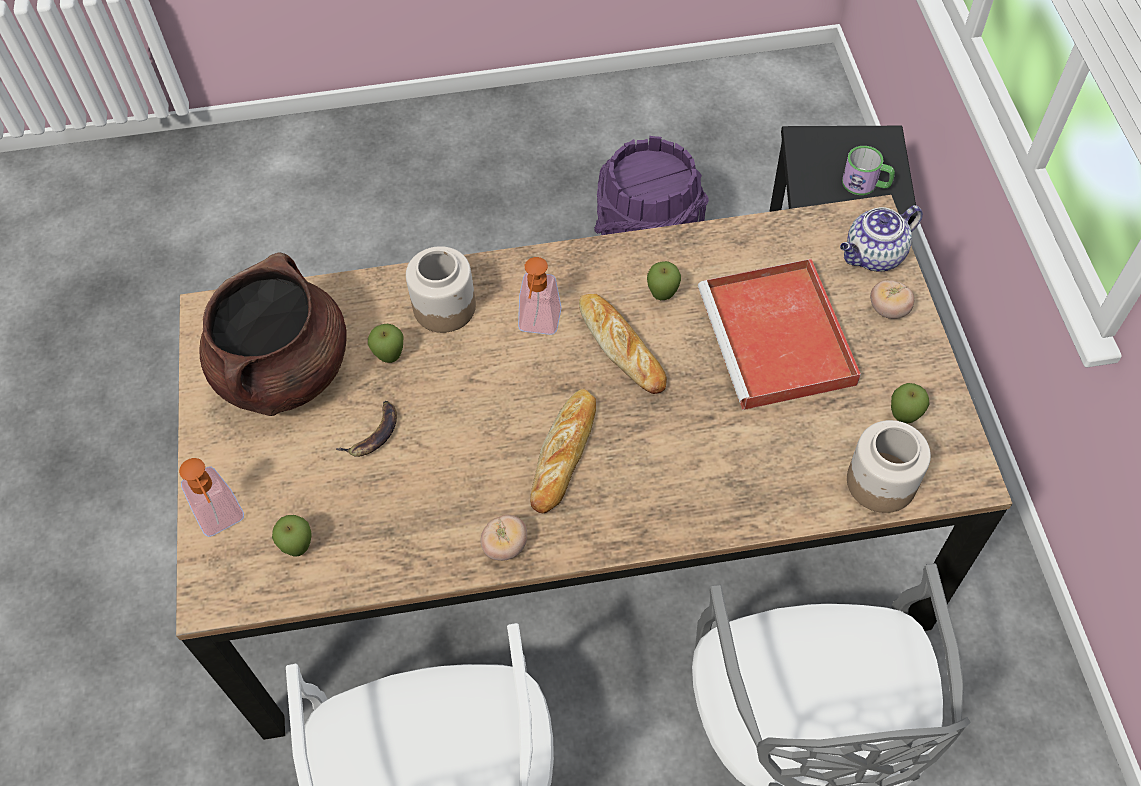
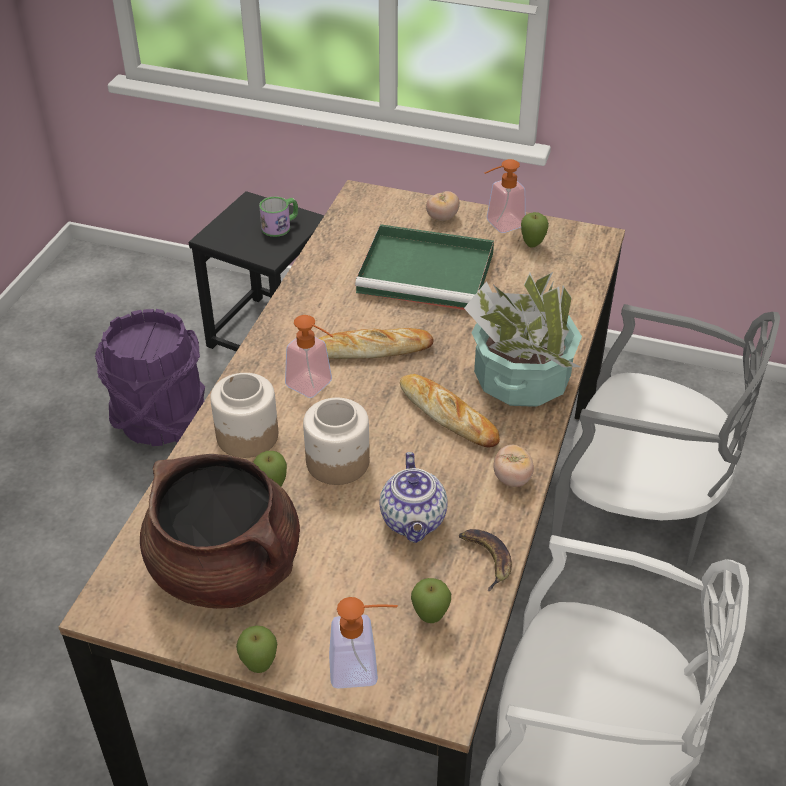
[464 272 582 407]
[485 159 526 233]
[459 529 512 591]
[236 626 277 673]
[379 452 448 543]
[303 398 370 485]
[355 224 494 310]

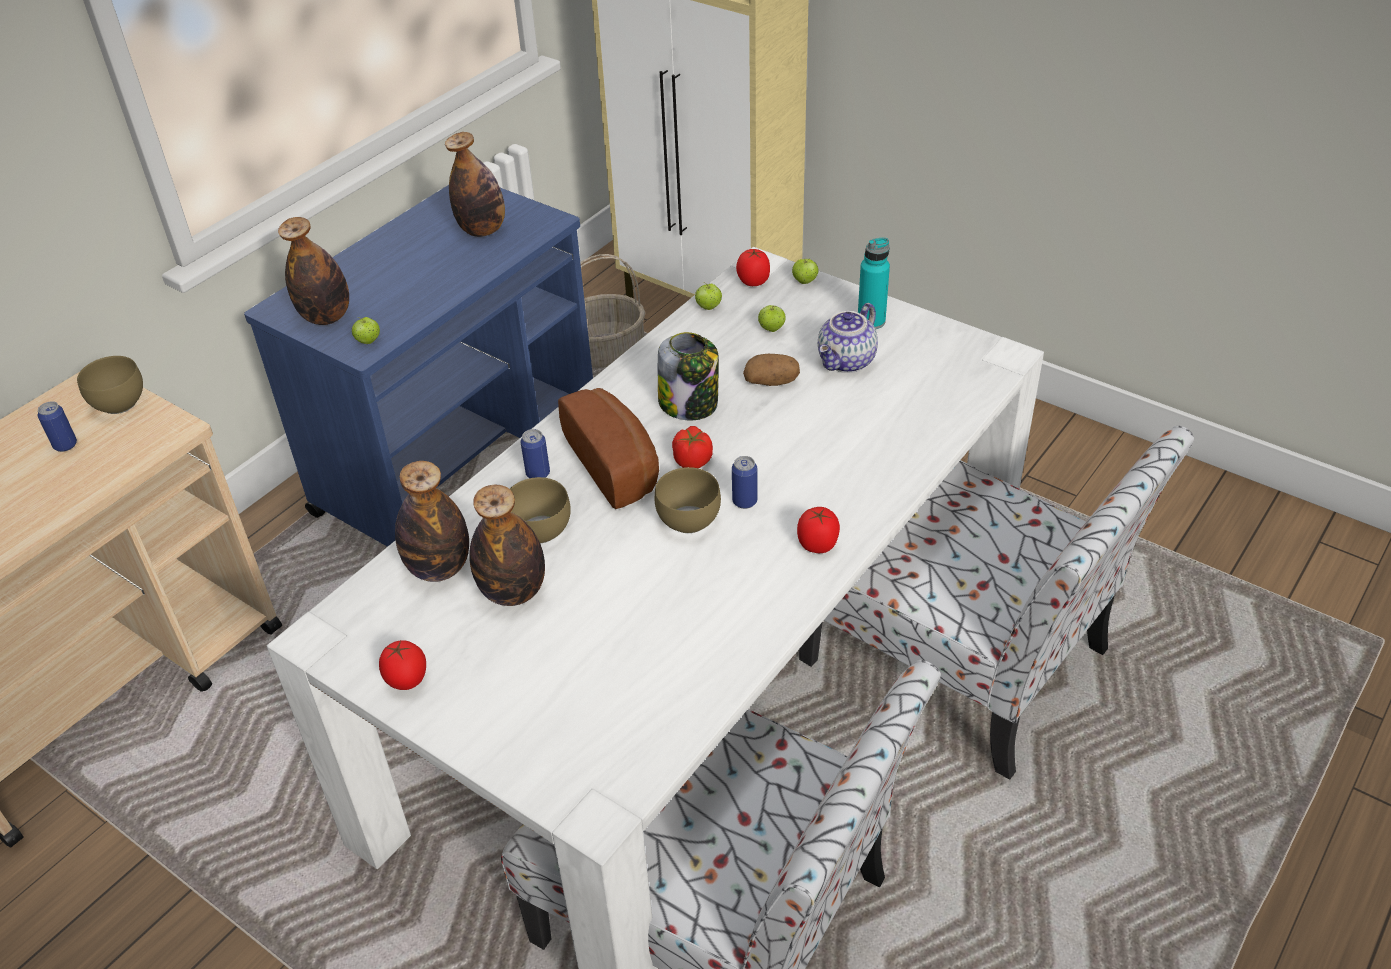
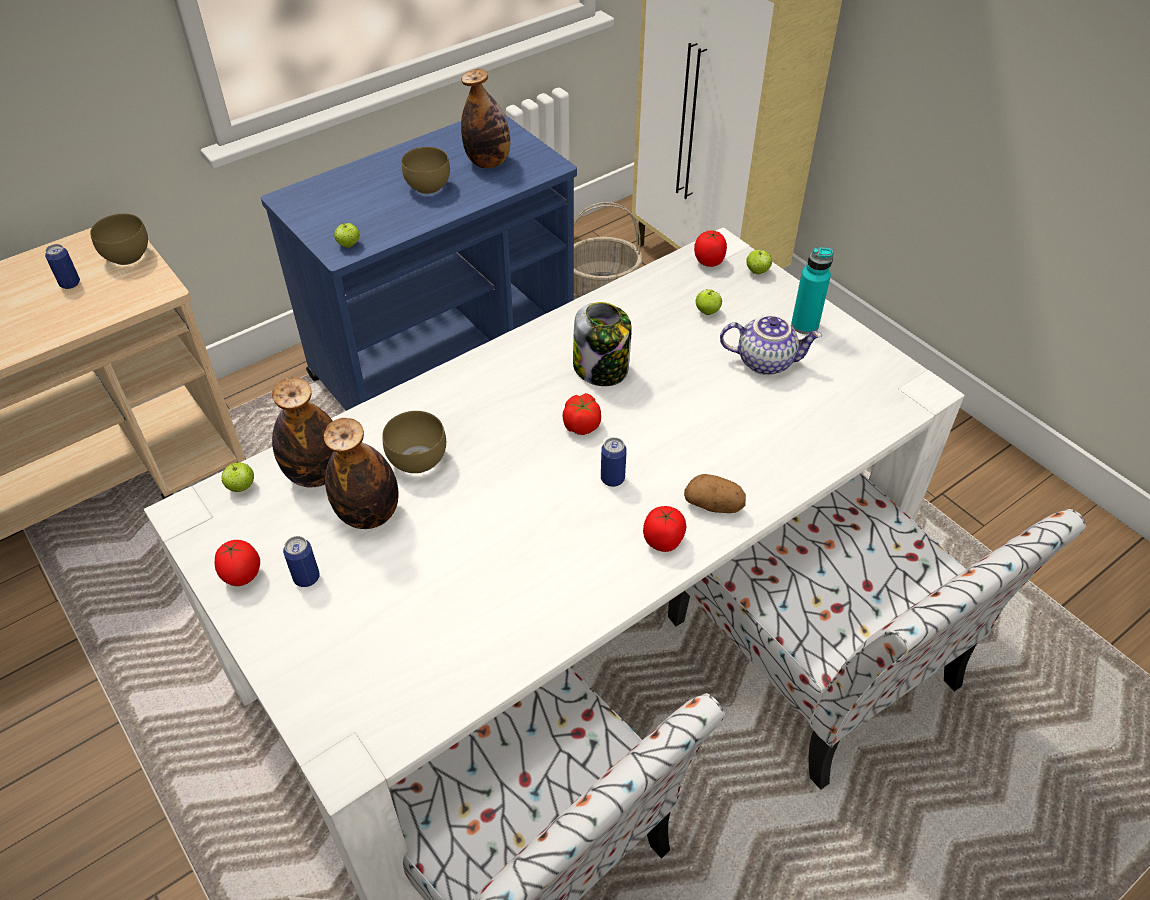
[278 217 349 325] (first image)
[558 388 659 509] (first image)
[283 536 320 587]
[402 147 450 194]
[221 462 254 492]
[684 474 746 513]
[720 315 822 375]

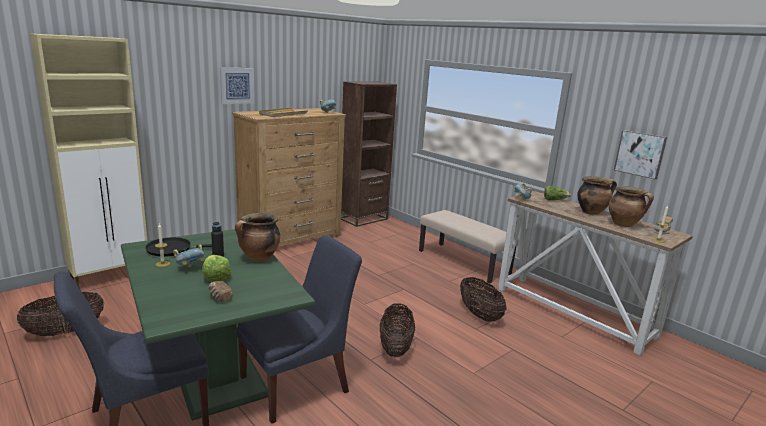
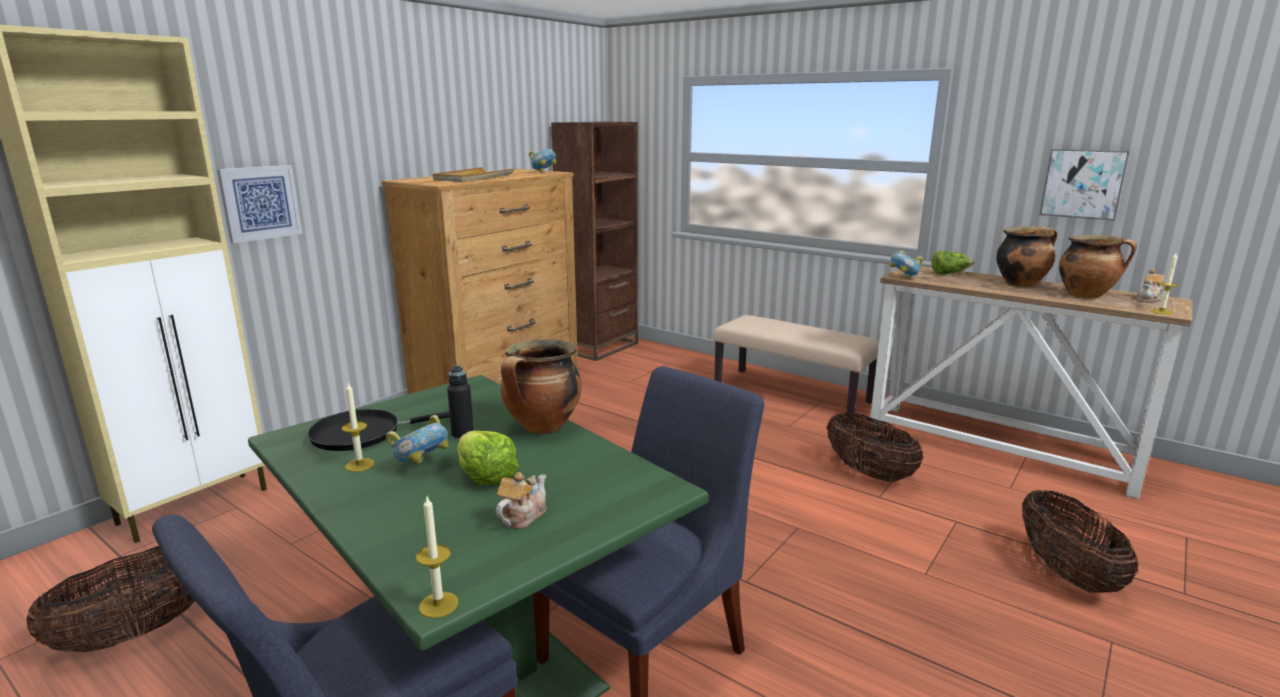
[416 497 458 618]
[217 165 302 243]
[1022 489 1138 593]
[496 472 547 529]

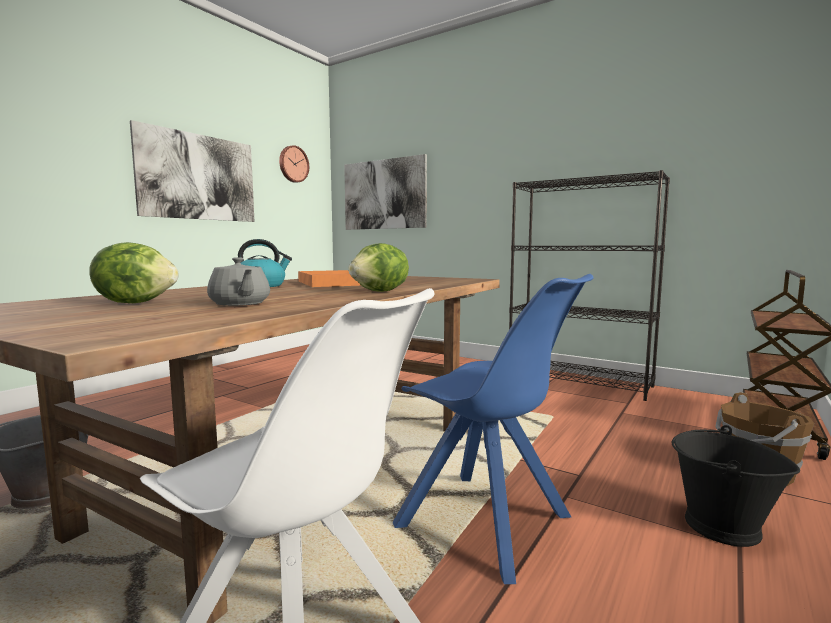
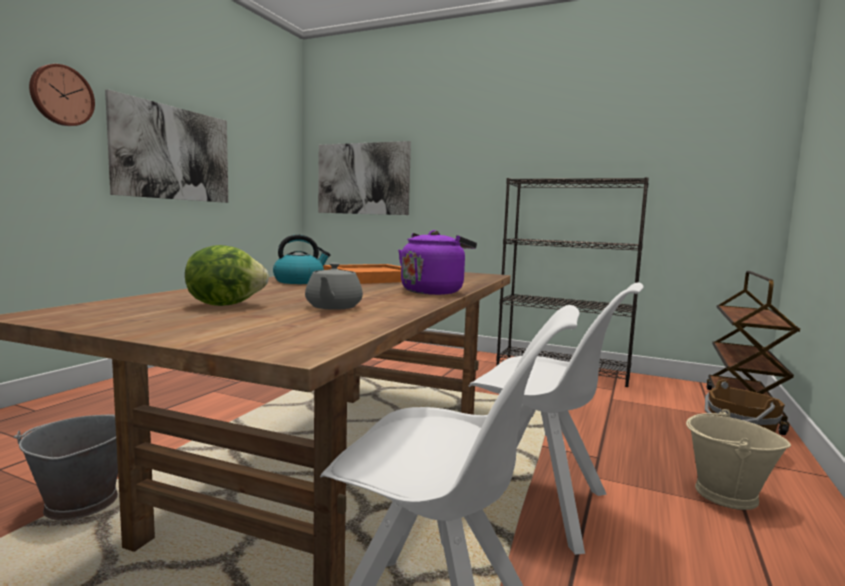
[29 64 95 126]
[398 230 477 295]
[469 282 644 555]
[686 409 791 510]
[305 263 363 310]

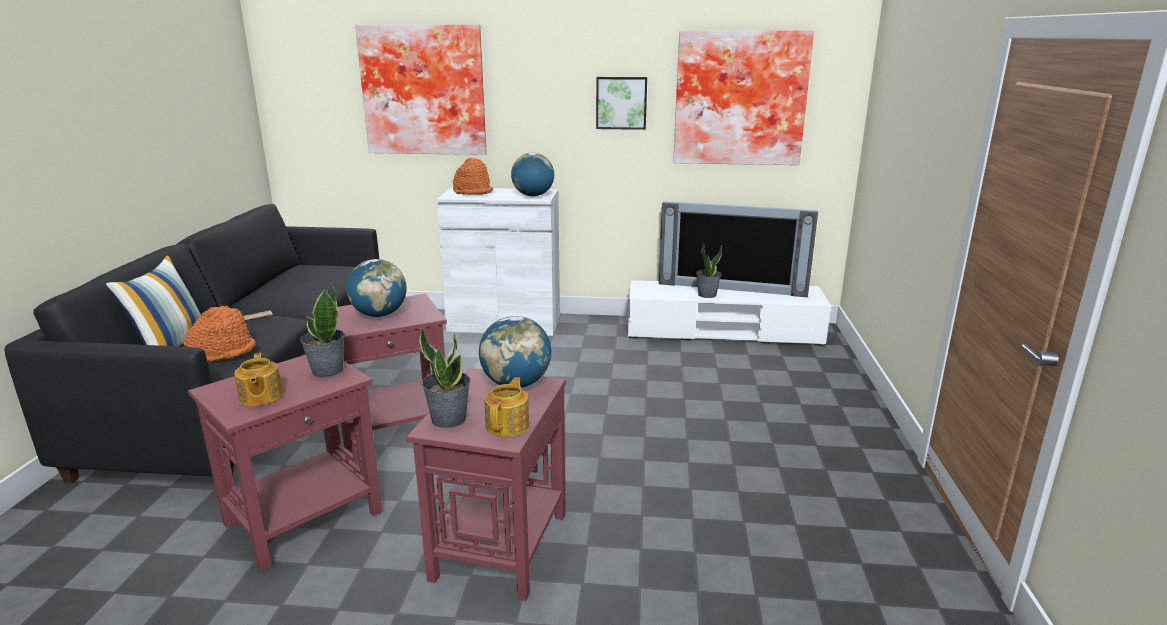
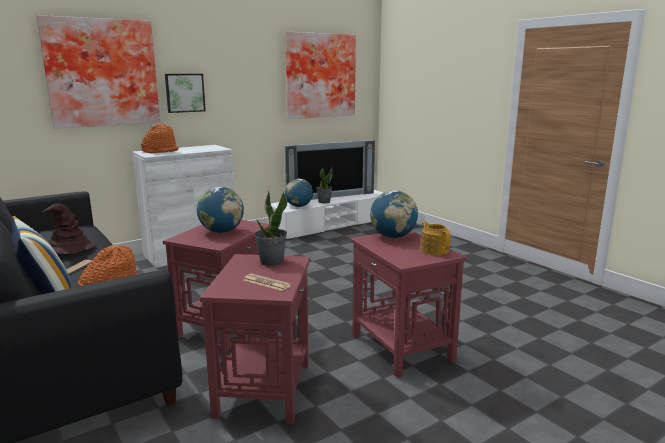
[419 327 470 428] (first image)
[42 203 97 254]
[285 179 313 207]
[165 74 206 113]
[243 274 292 291]

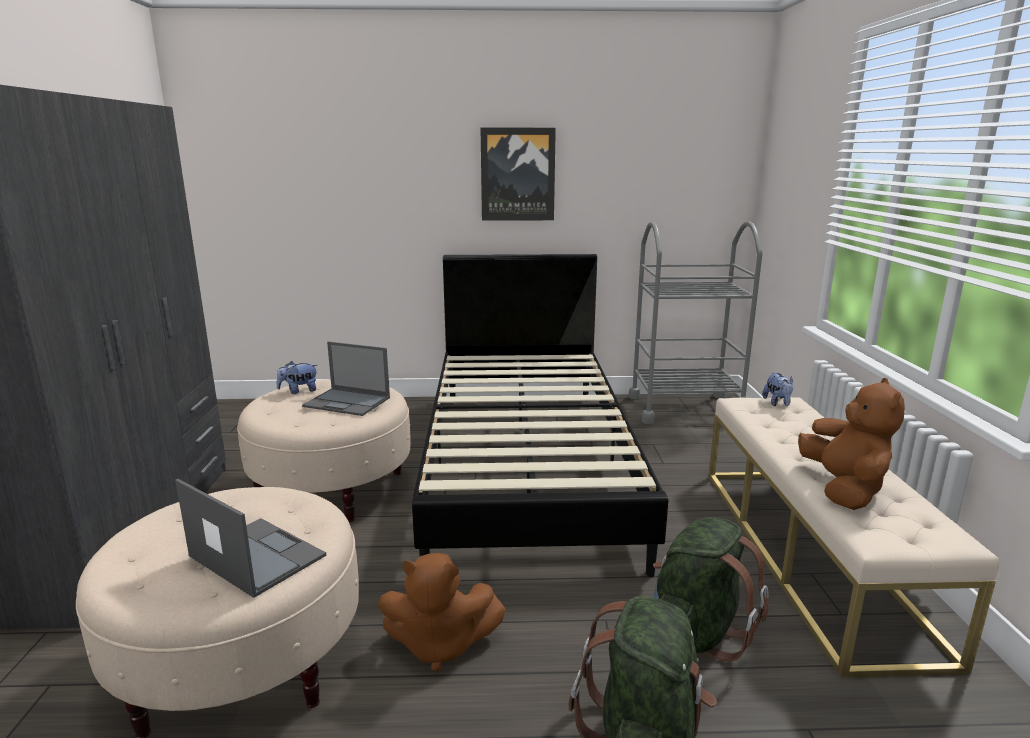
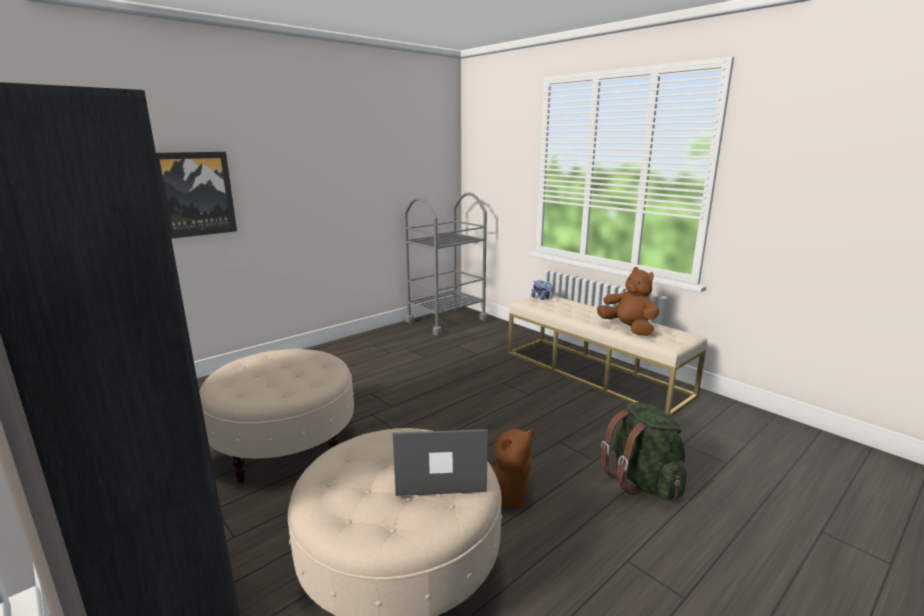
[277 361 317 394] (first image)
[302 341 390 416] (first image)
[412 254 668 577] (first image)
[653 517 769 662] (first image)
[156 152 237 239]

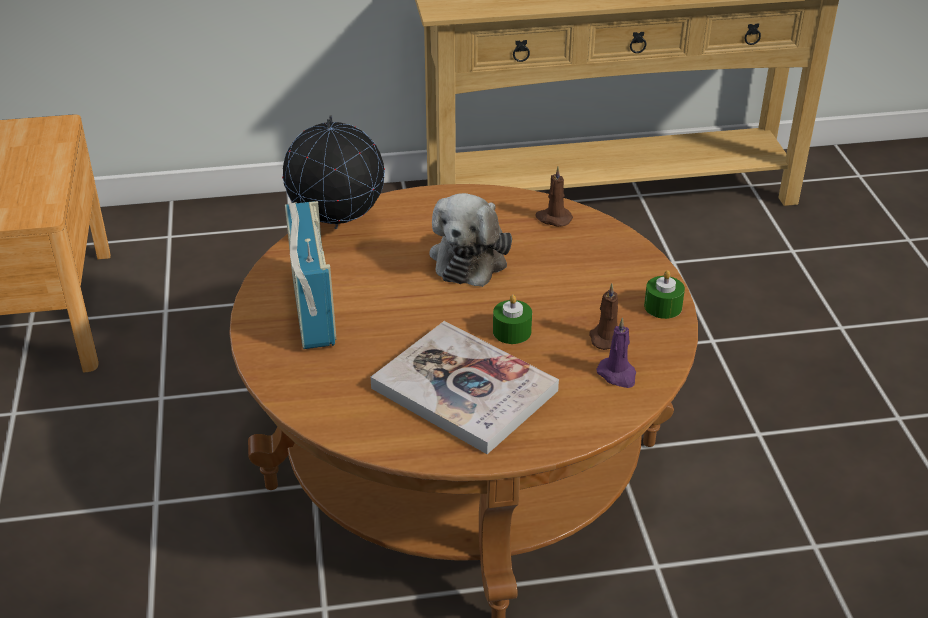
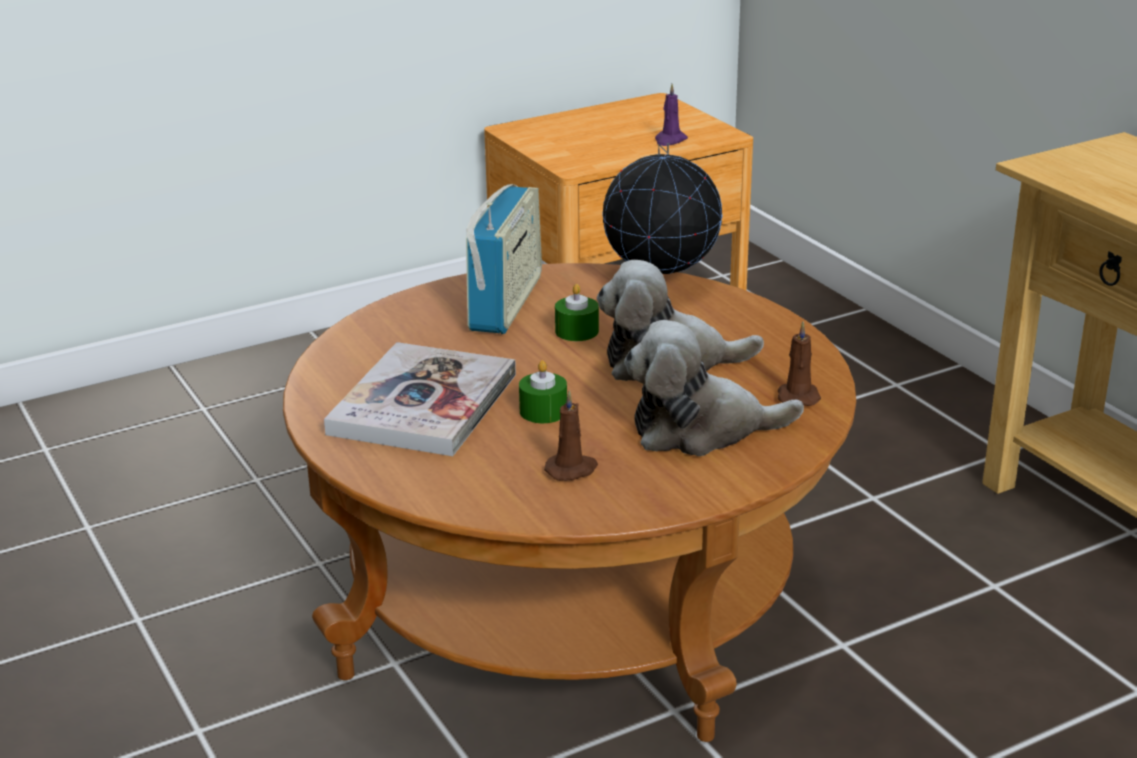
[624 320 804 456]
[655 84 688 146]
[555 284 599 341]
[466 184 542 334]

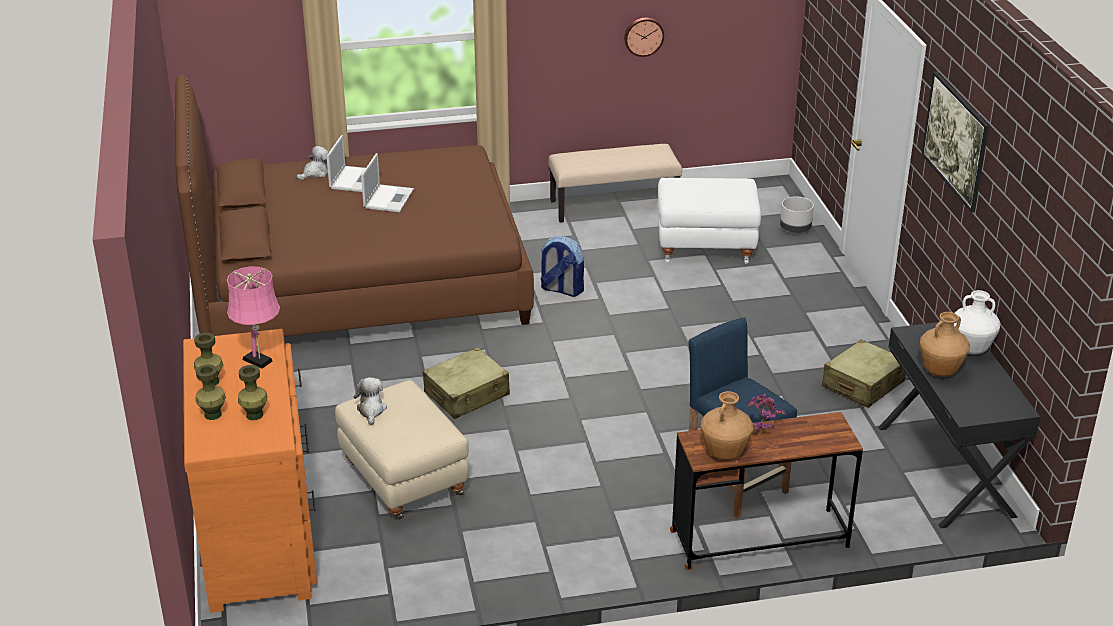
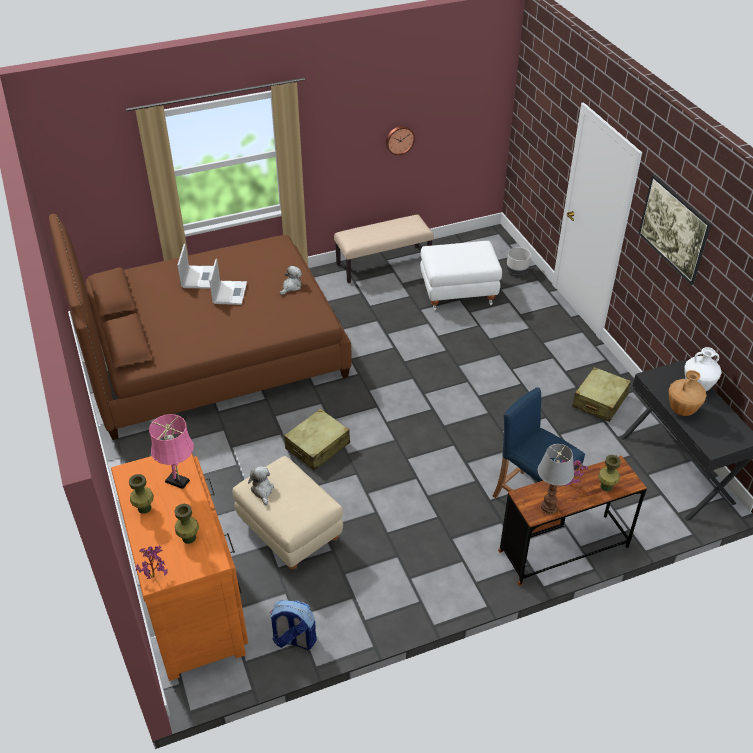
[136 546 167 579]
[598 455 621 491]
[280 266 302 295]
[269 600 317 650]
[538 444 574 514]

